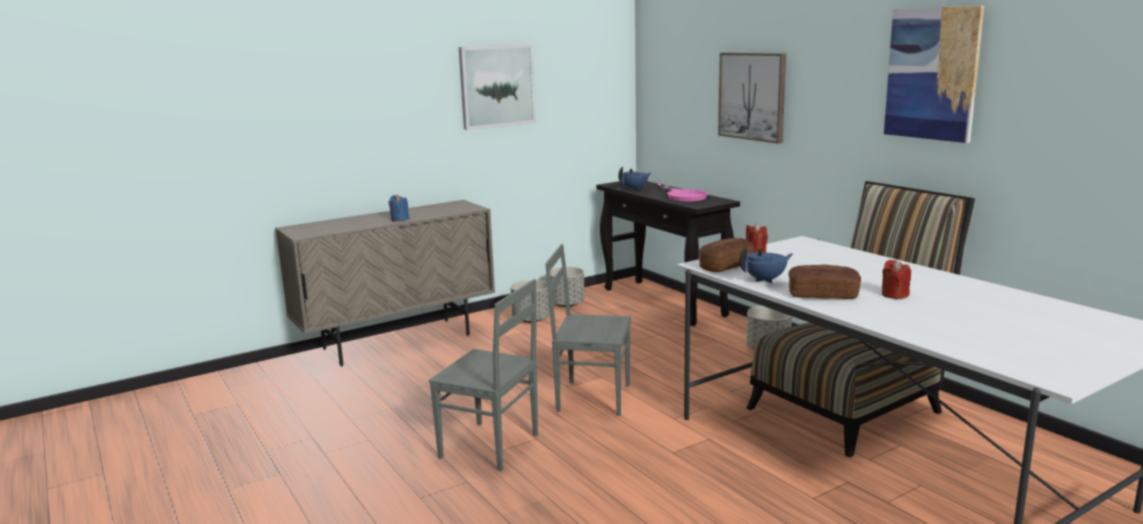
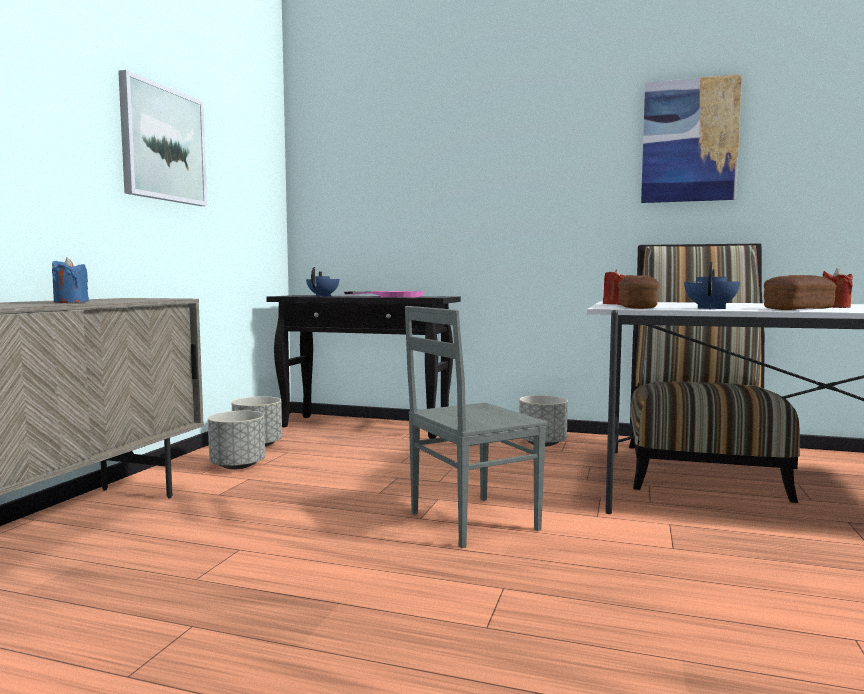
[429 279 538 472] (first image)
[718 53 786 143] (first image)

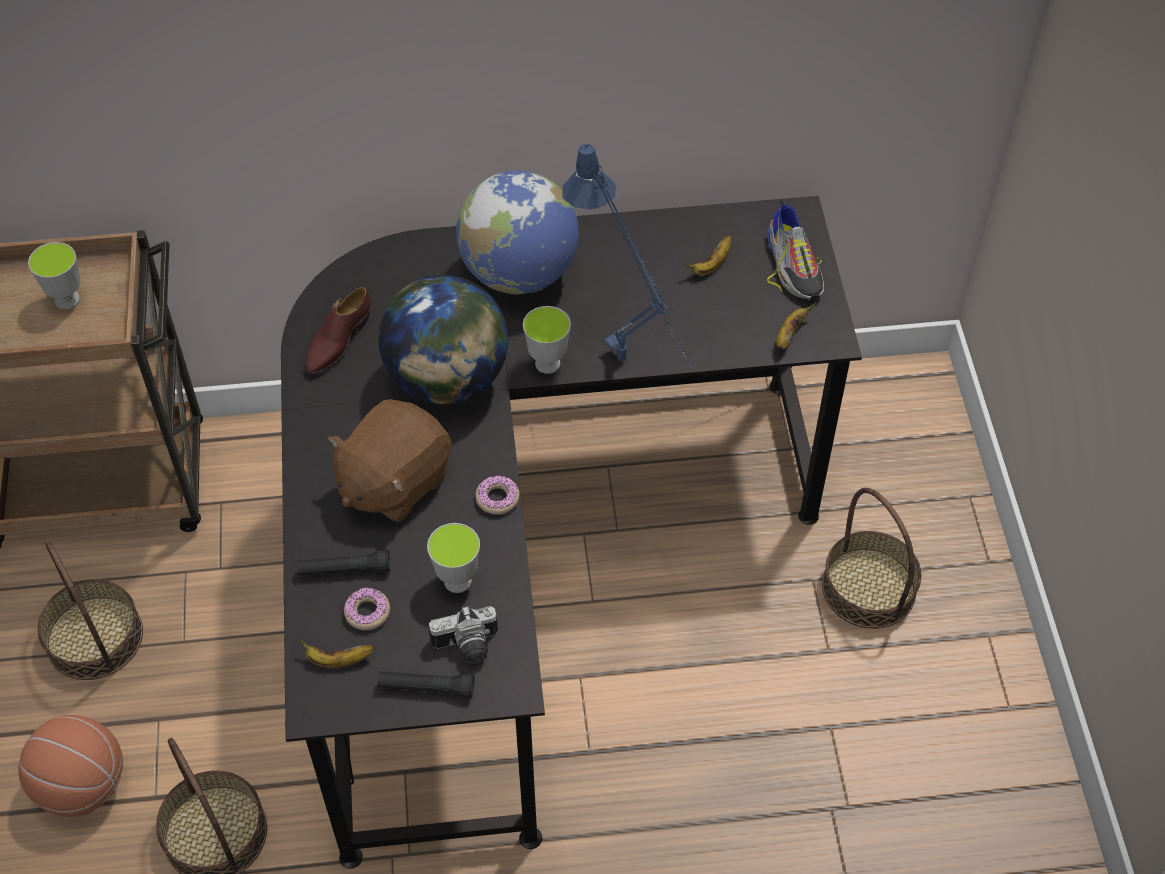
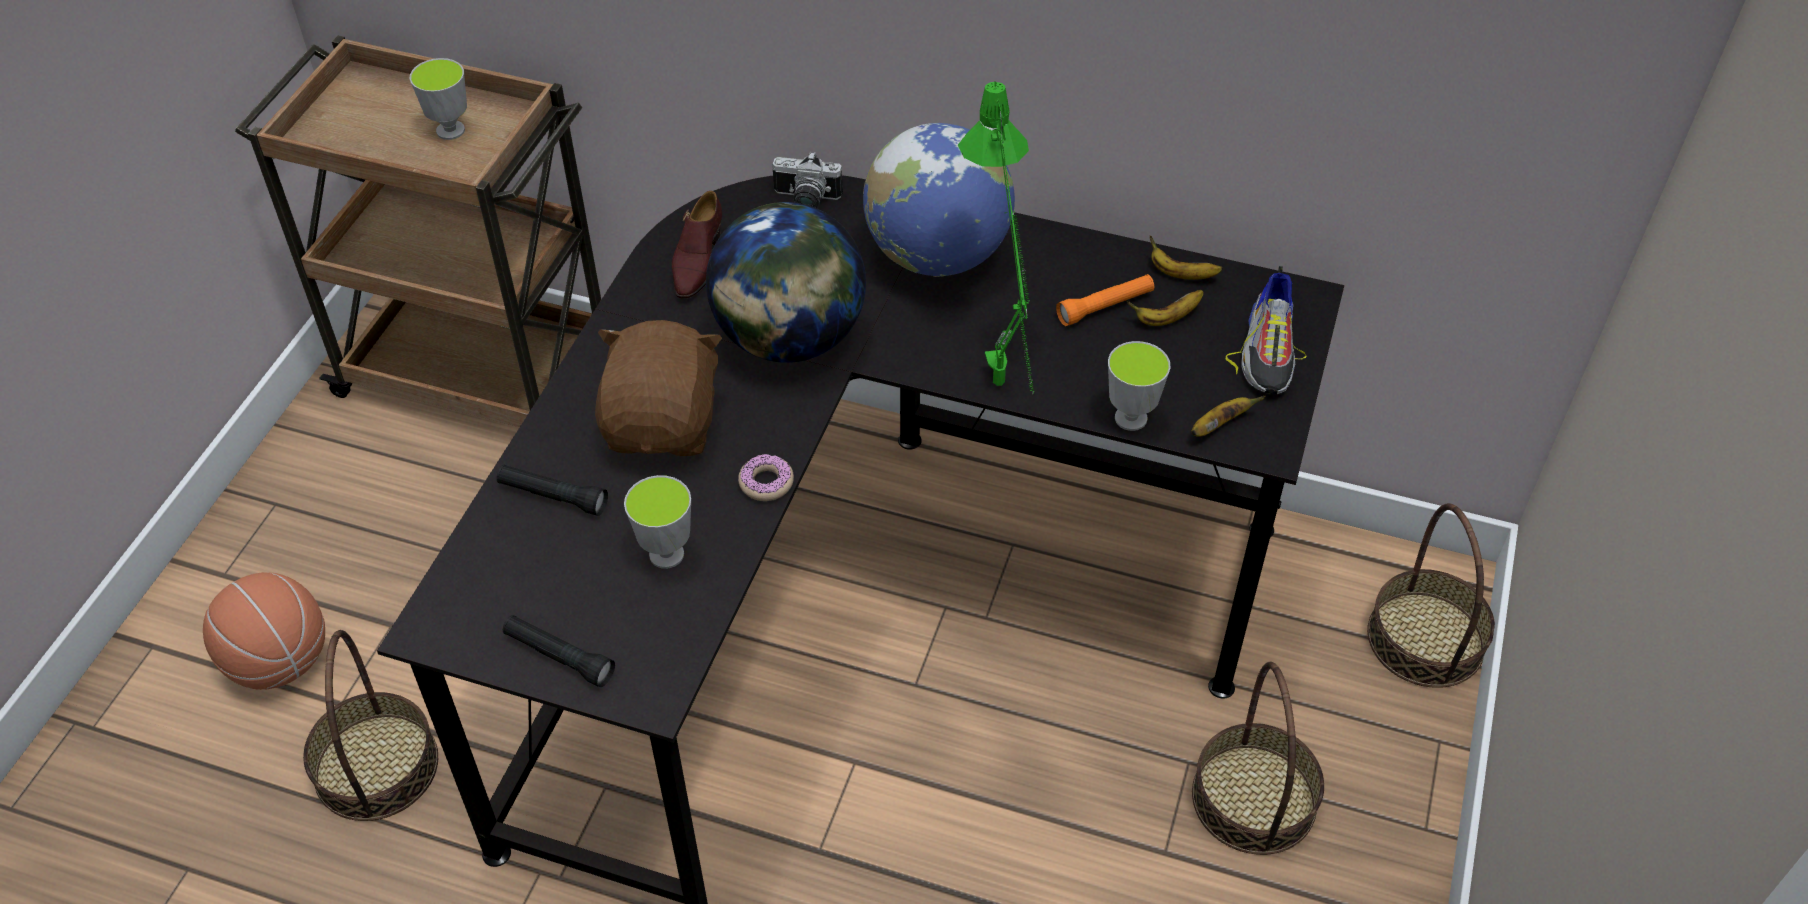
[344 588 390 630] (first image)
[1056 274 1154 326]
[1367 503 1495 688]
[1150 236 1223 280]
[773 152 843 208]
[1108 341 1171 431]
[958 81 1034 394]
[672 191 722 298]
[595 320 722 456]

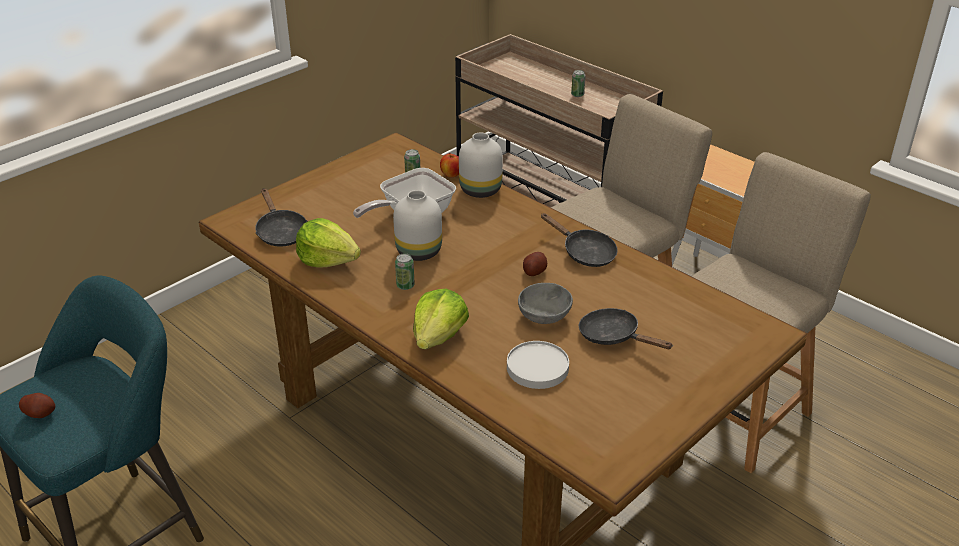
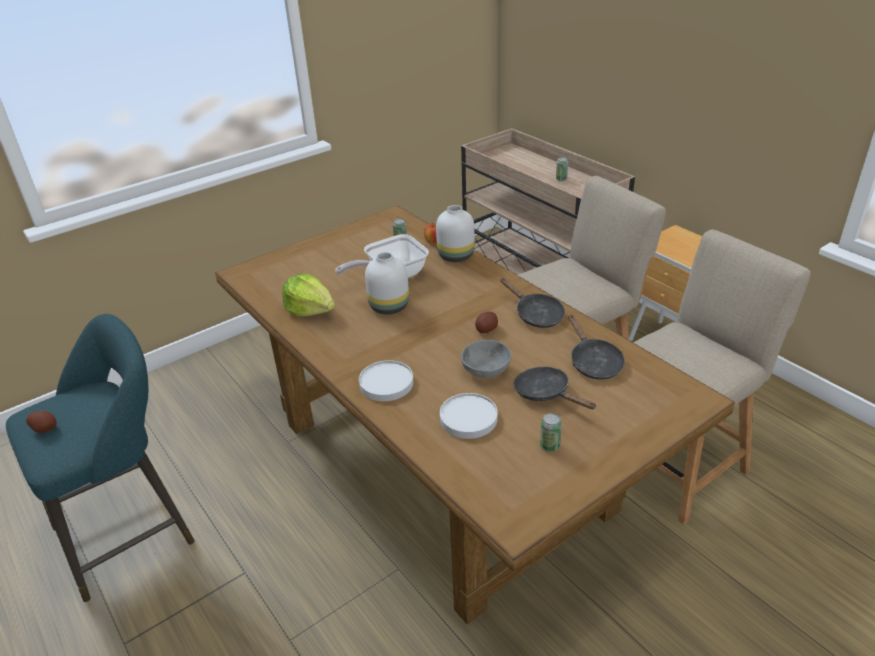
[568 314 625 380]
[540 413 562 452]
[359 360 413 401]

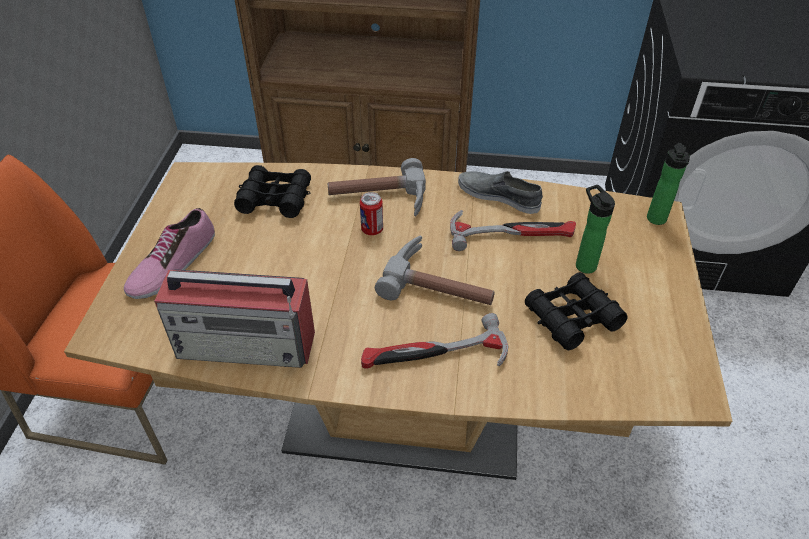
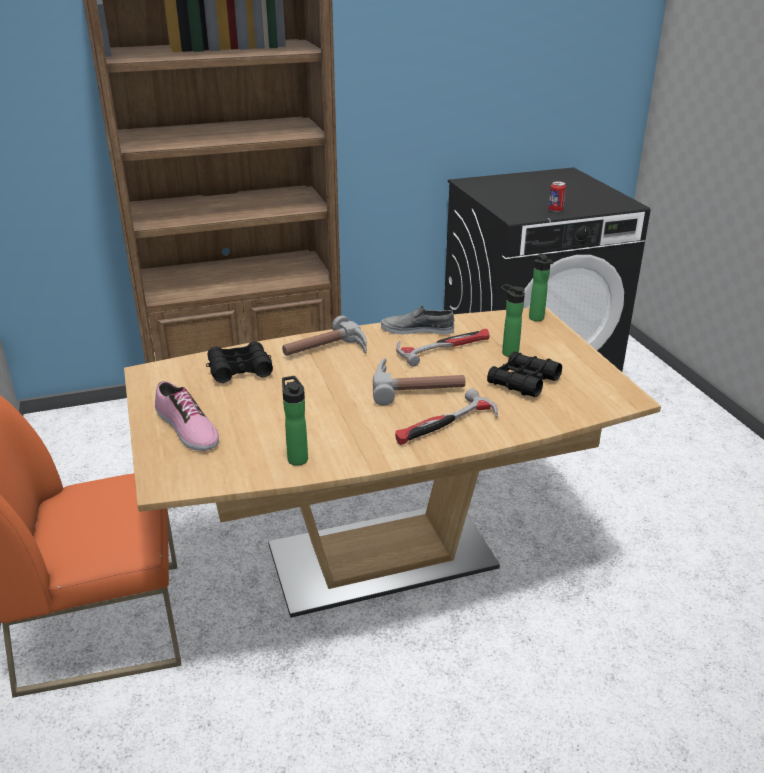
[549 182 566 212]
[282 376 308 466]
[155 381 219 451]

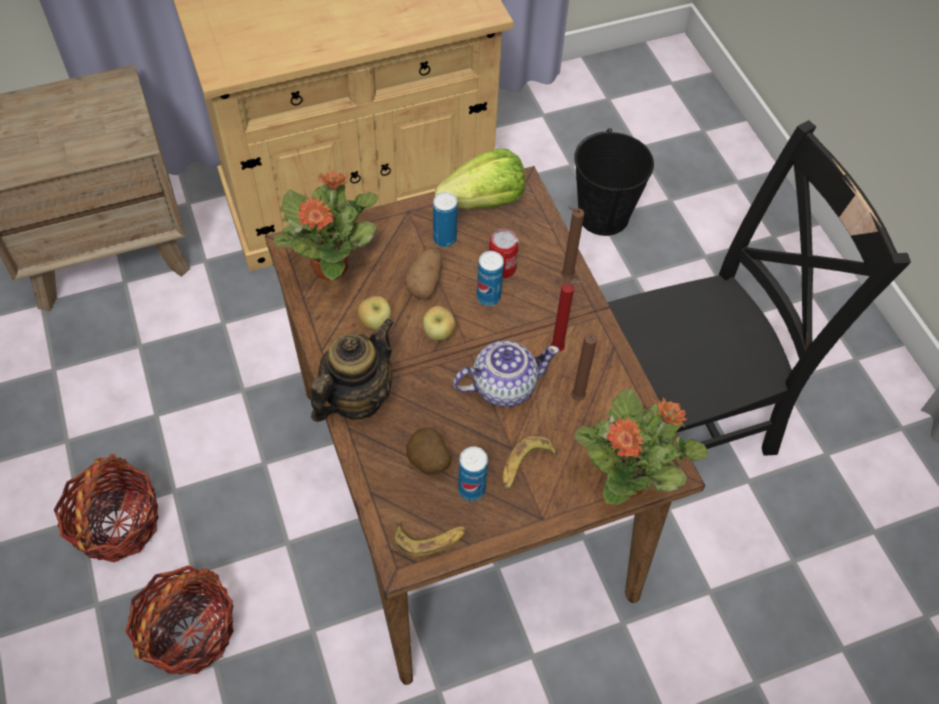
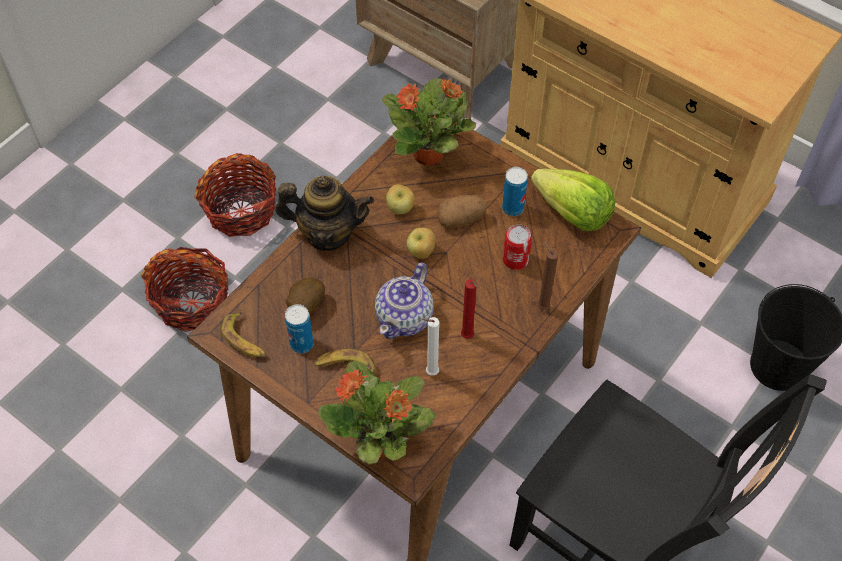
[477 251 504 306] (first image)
[422 317 439 376]
[375 263 433 339]

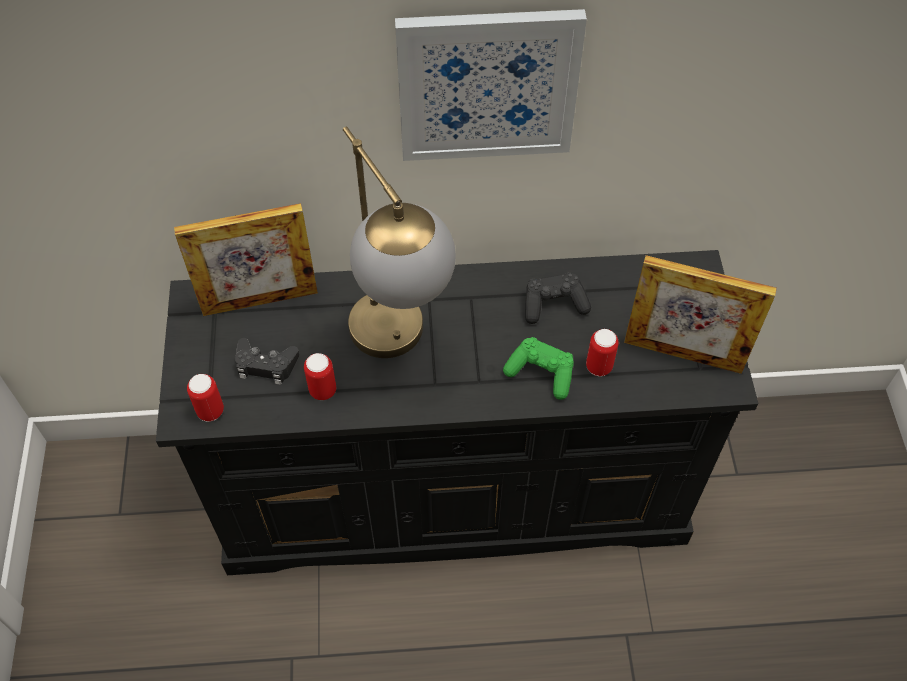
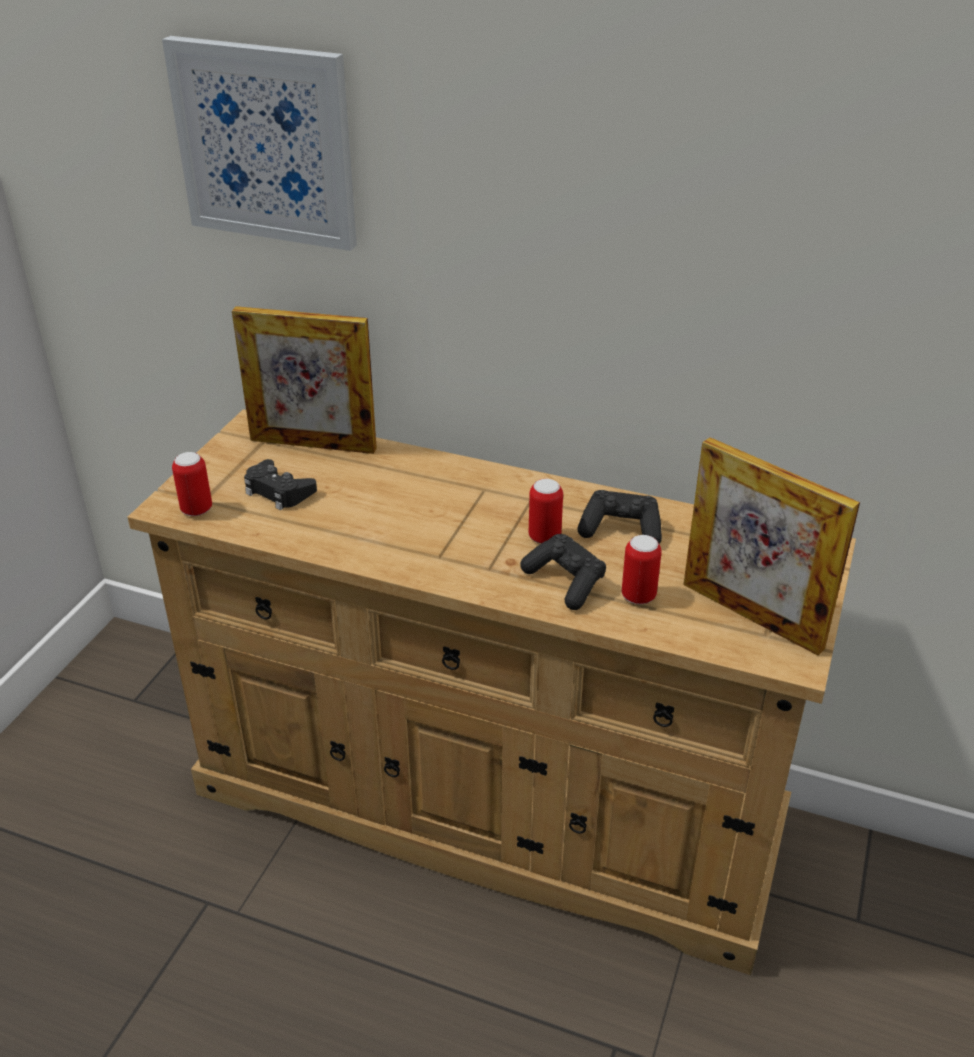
[343 127 456 358] (first image)
[529 479 563 544]
[162 36 357 251]
[127 409 856 975]
[520 534 606 610]

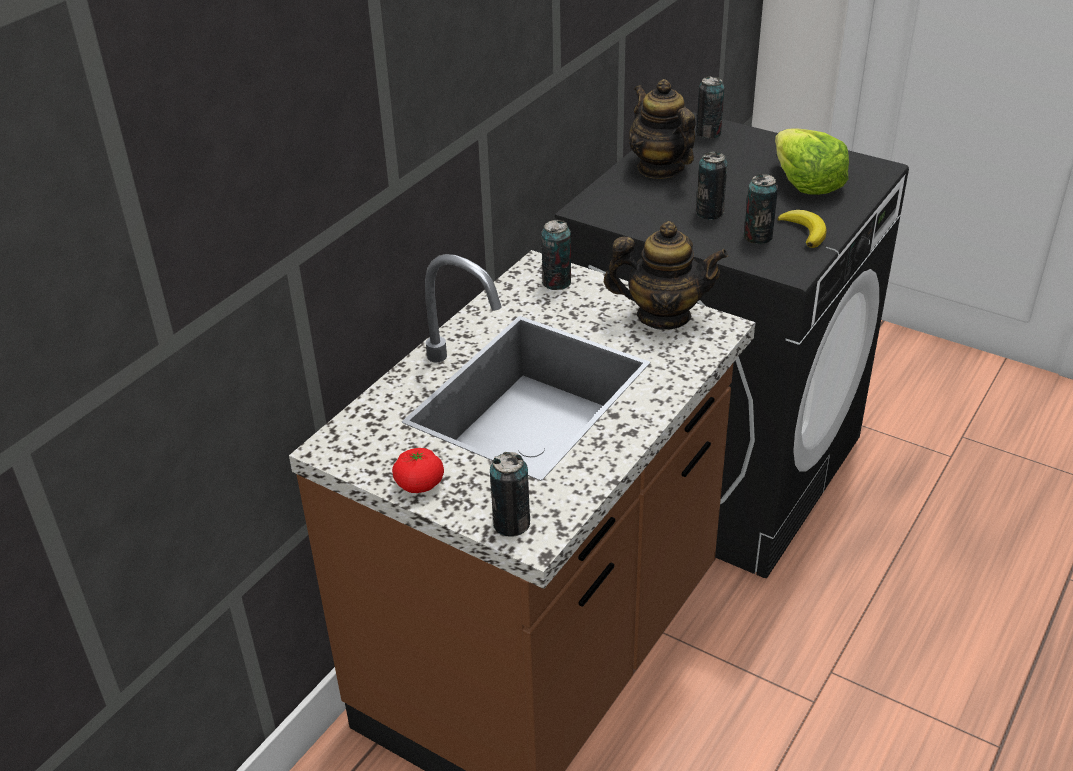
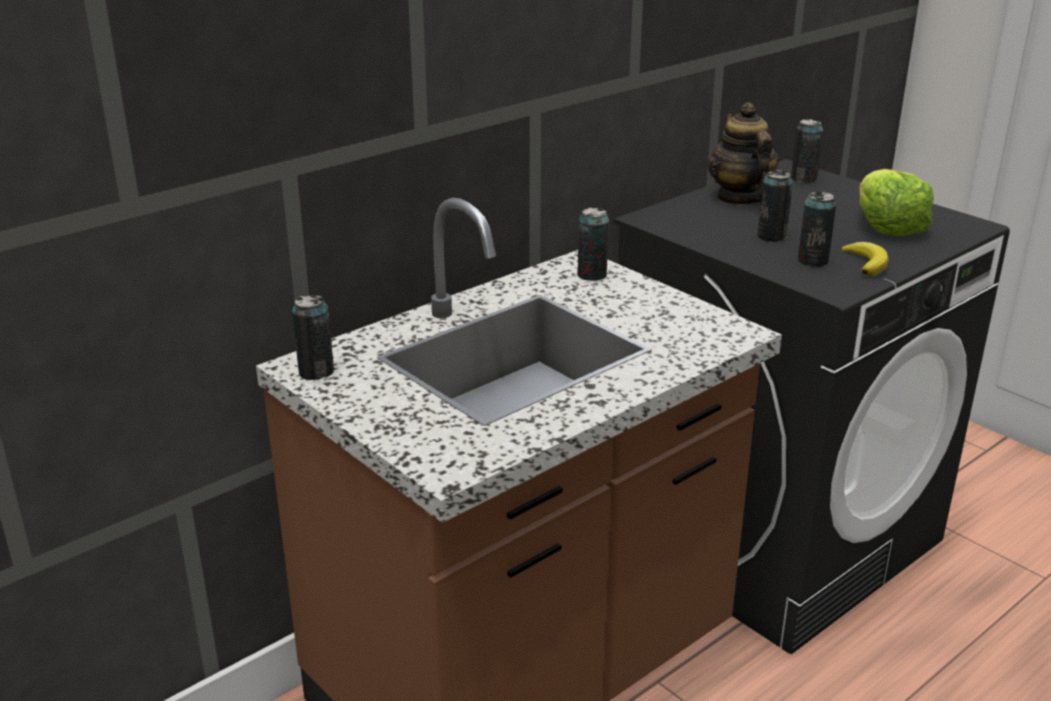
[392 448 444 493] (first image)
[604 221 728 330] (first image)
[292 294 334 380]

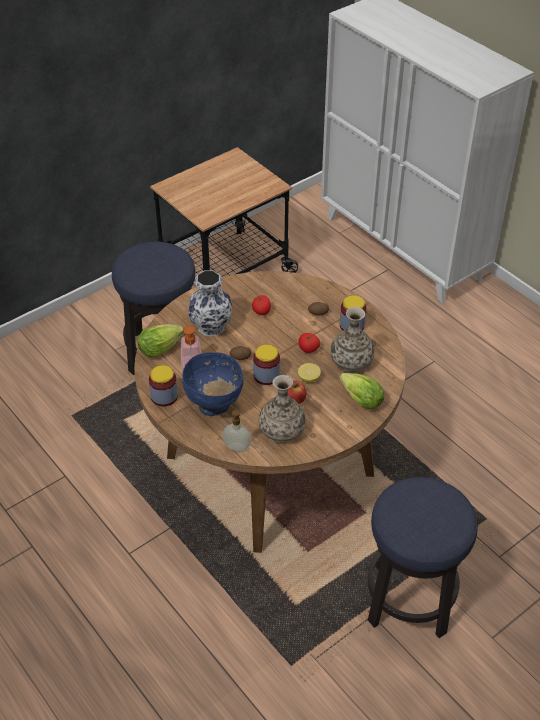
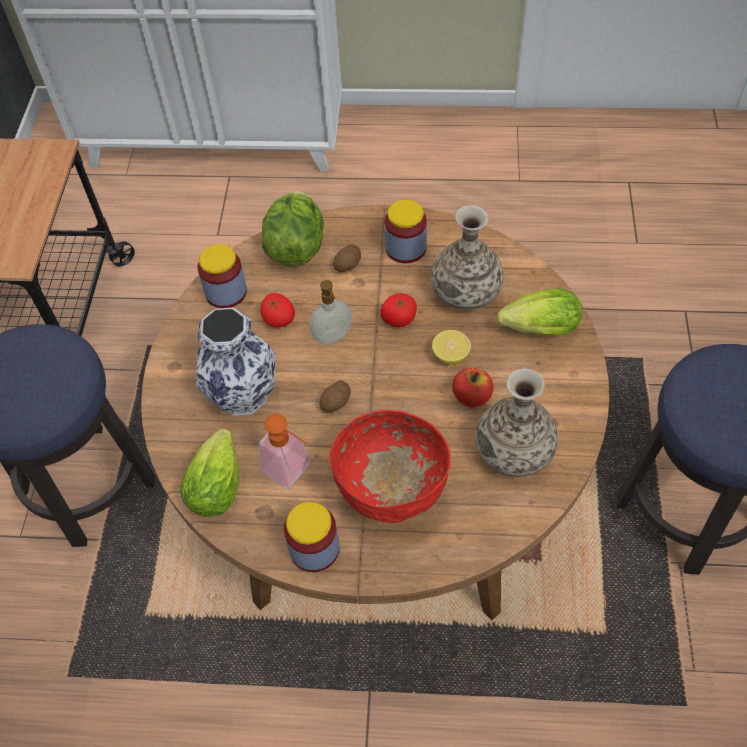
[262 191 324 267]
[310 280 352 345]
[198 244 247 308]
[329 410 451 523]

